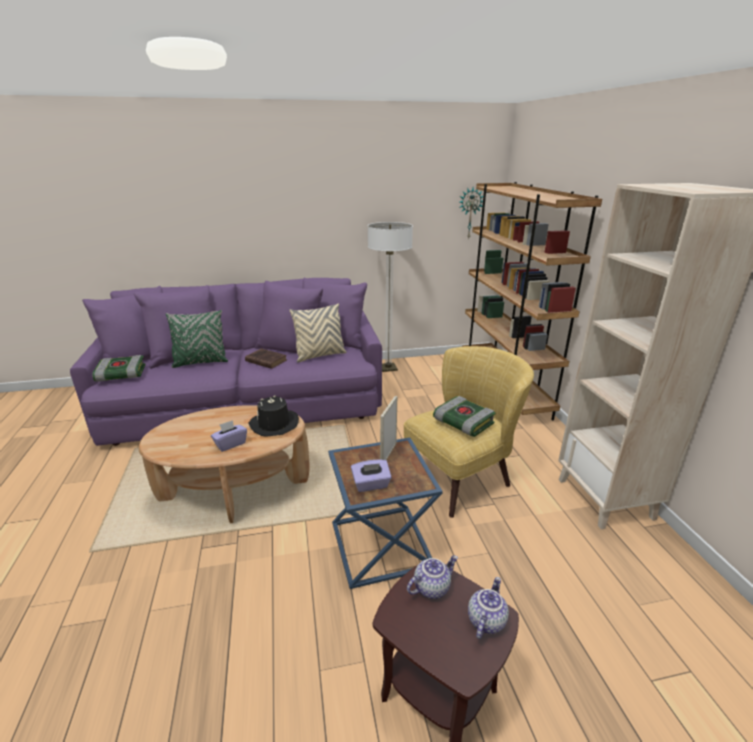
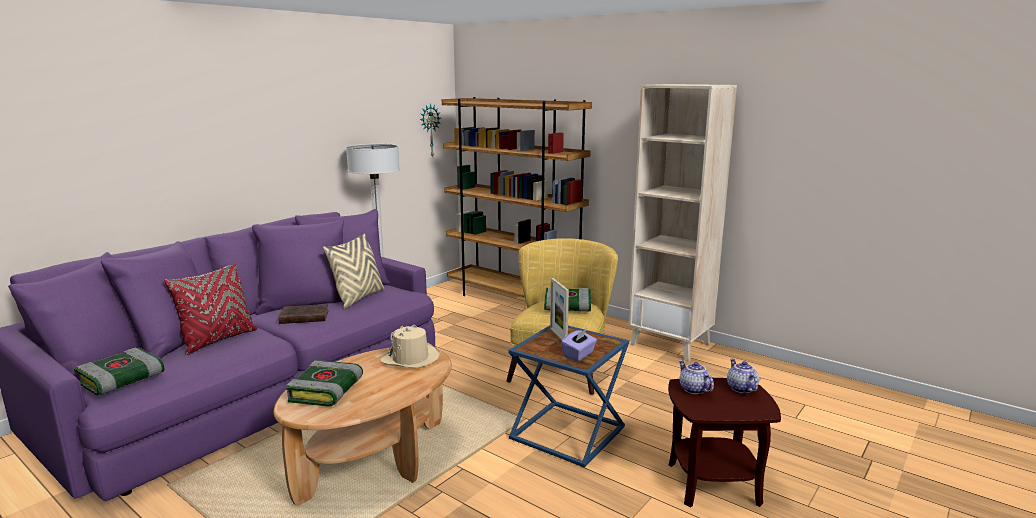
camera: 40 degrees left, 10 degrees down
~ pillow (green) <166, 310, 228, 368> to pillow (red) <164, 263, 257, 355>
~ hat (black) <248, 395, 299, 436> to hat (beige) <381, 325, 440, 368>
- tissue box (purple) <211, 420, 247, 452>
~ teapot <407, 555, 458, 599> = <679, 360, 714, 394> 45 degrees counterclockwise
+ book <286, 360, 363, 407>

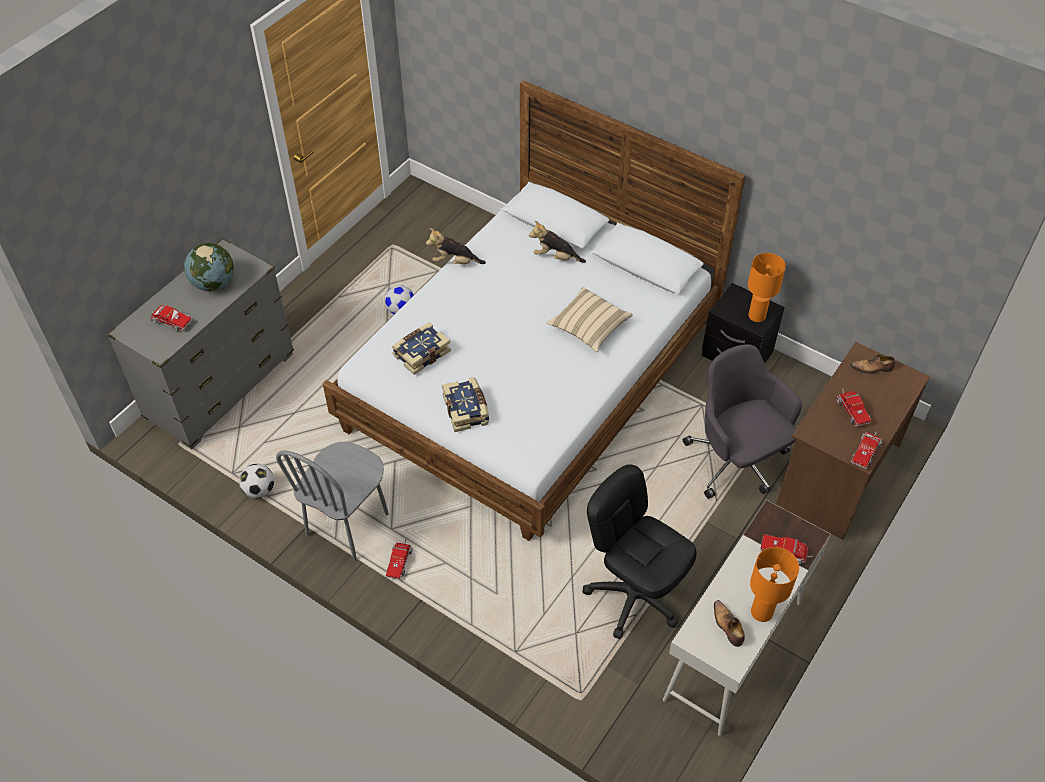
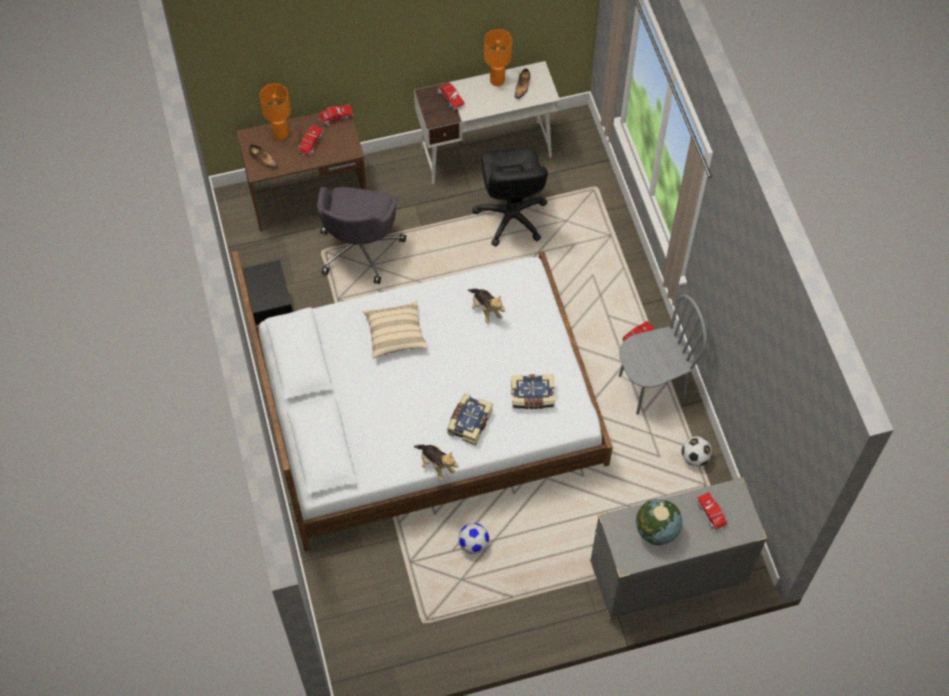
camera: 140 degrees left, 10 degrees up
~ plush toy <529, 221, 586, 263> to <468, 289, 505, 323>
~ table lamp (orange) <748, 253, 786, 322> to <260, 83, 291, 140>
~ book <442, 377, 489, 432> to <447, 393, 493, 445>

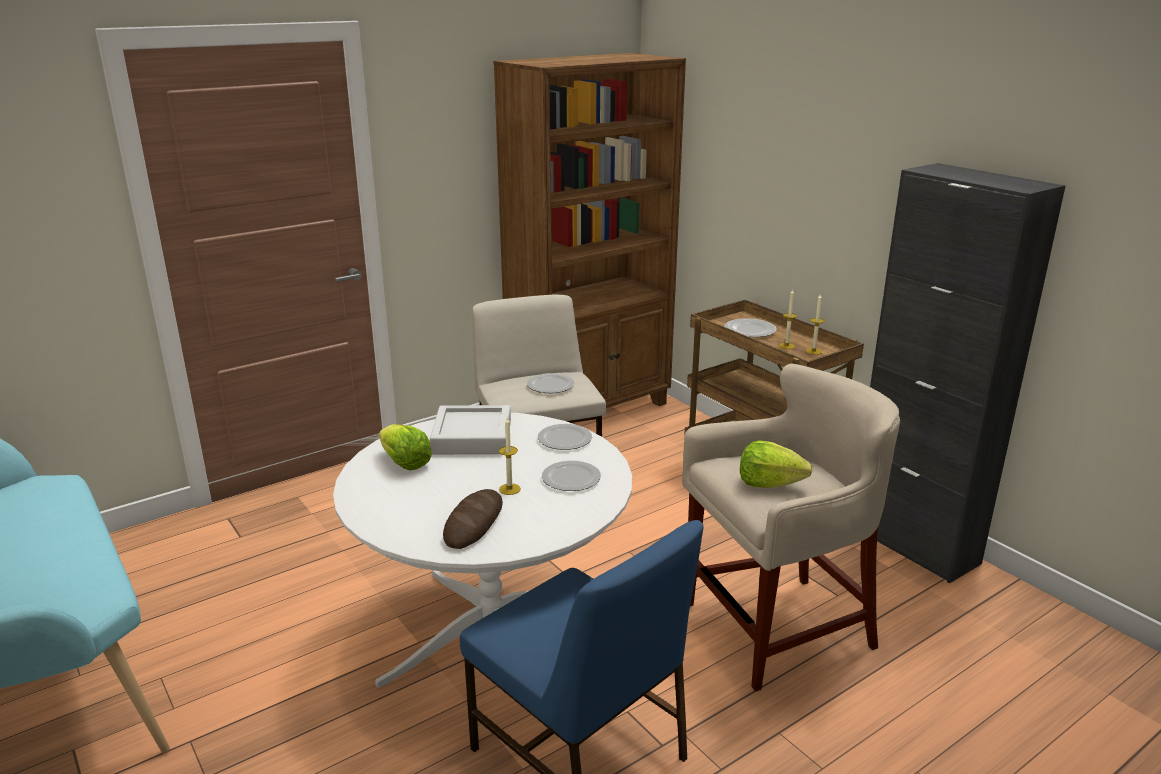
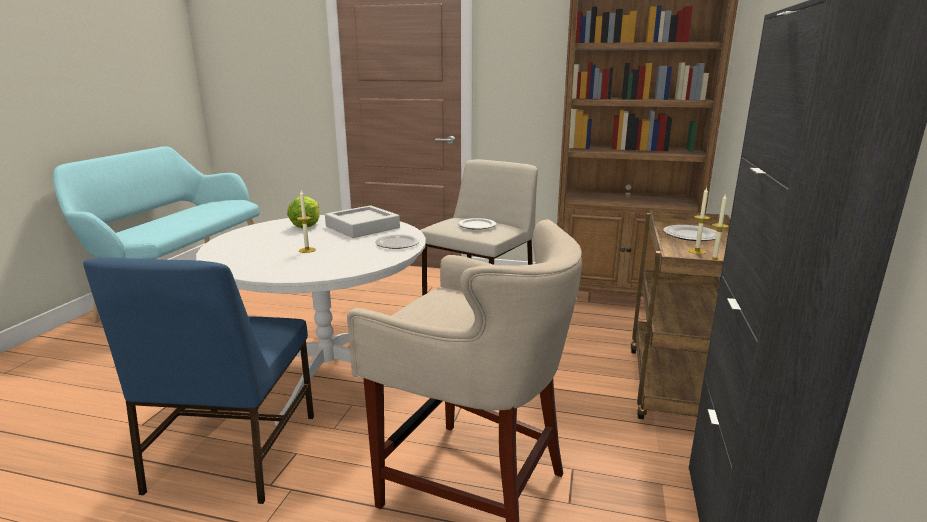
camera: 50 degrees right, 5 degrees down
- lettuce <740, 441, 813, 488>
- plate <542, 461, 601, 491>
- bread <443, 489, 503, 549>

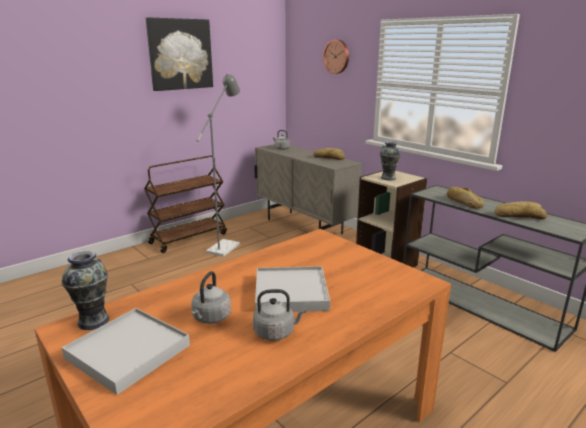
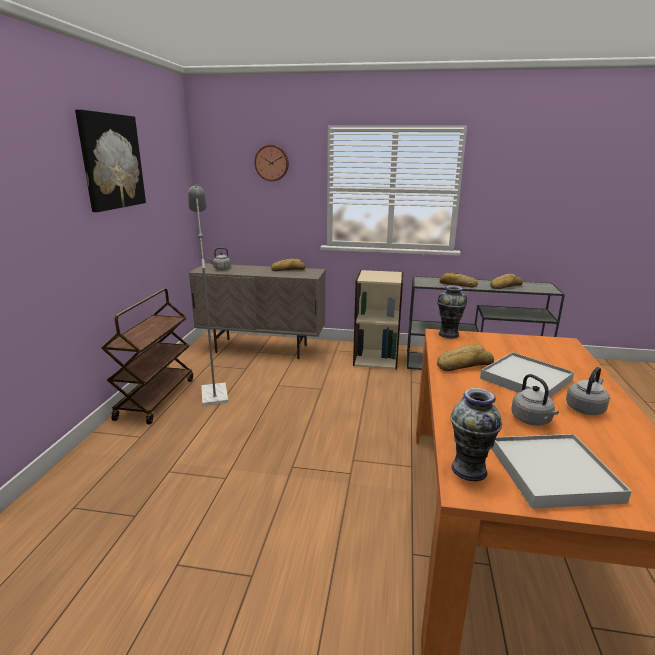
camera: 40 degrees left, 0 degrees up
~ vase <380, 141, 401, 180> to <437, 285, 467, 338>
+ bread <437, 344, 494, 371>

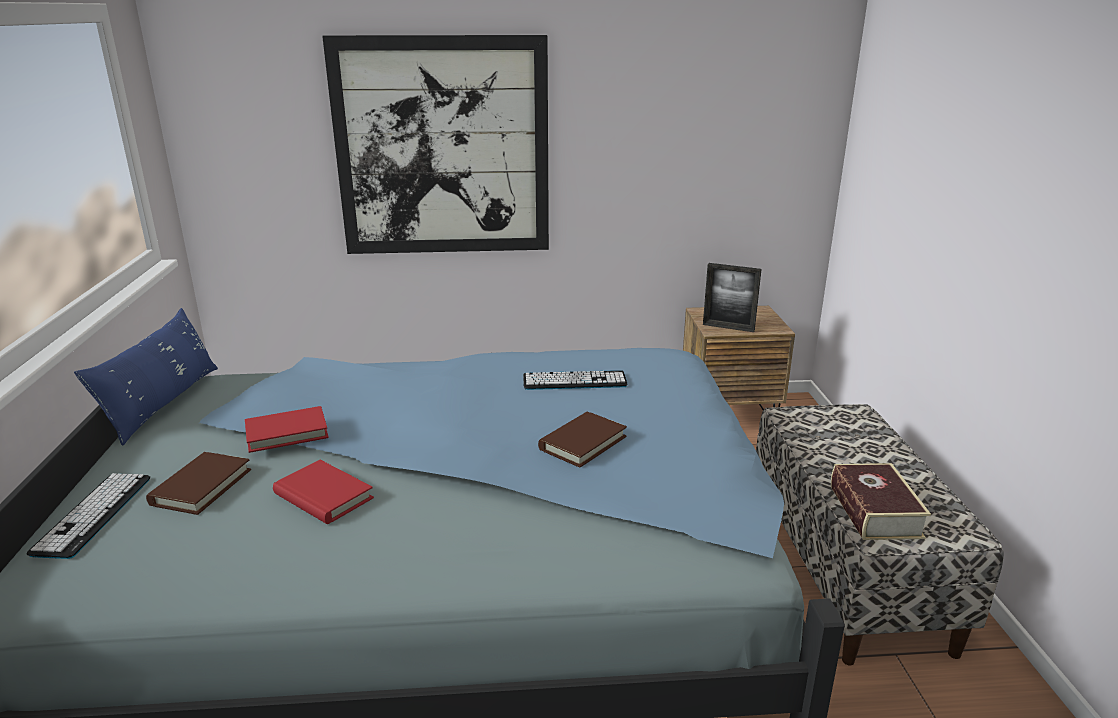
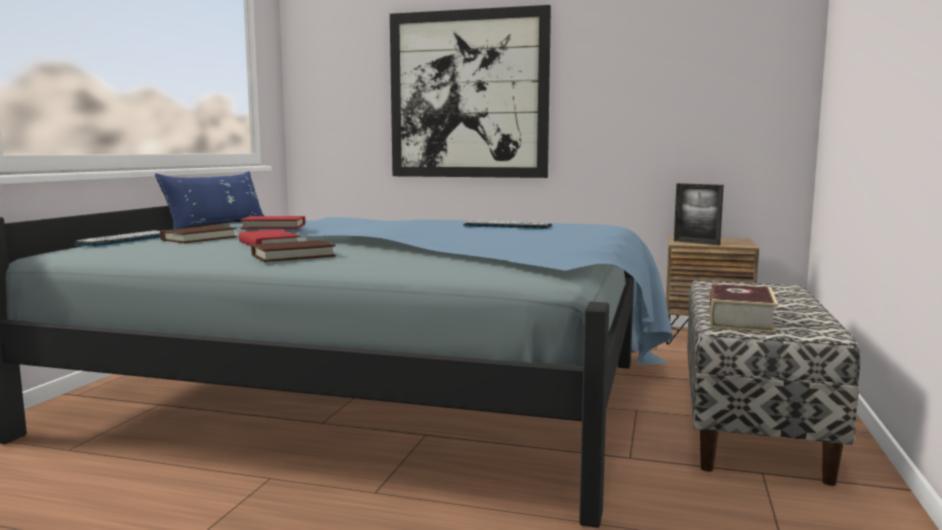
camera: 20 degrees right, 15 degrees down
~ book (brown) <538, 412, 627, 468> to <251, 240, 336, 262>

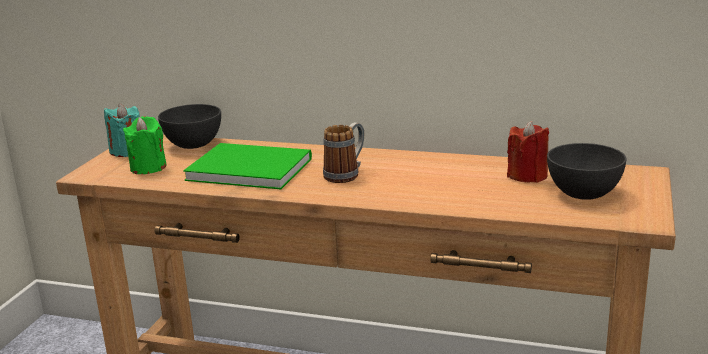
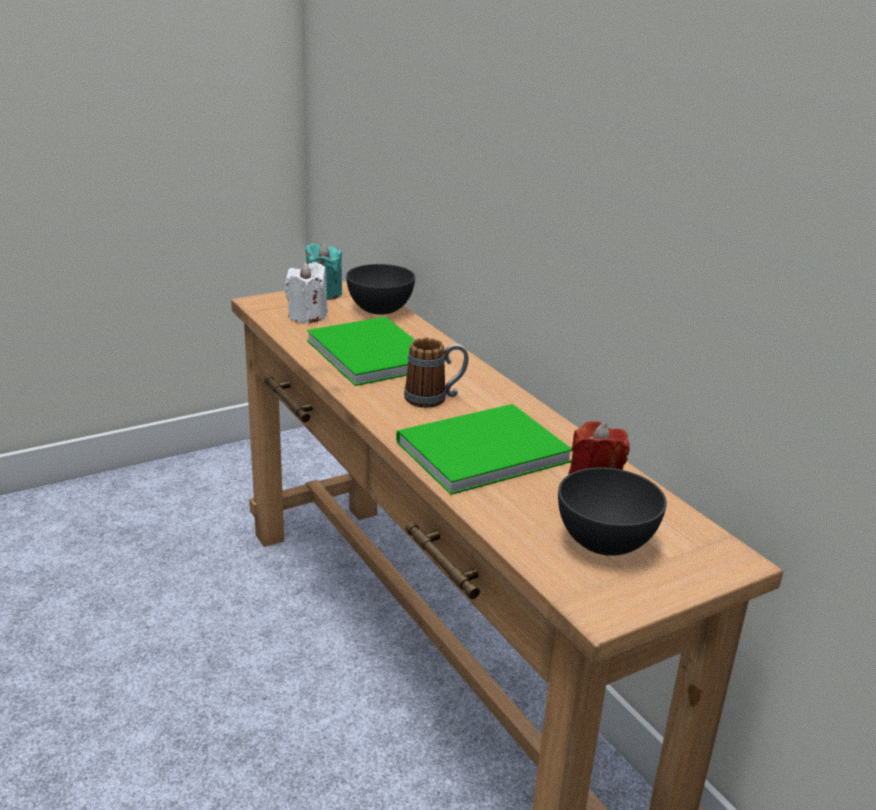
camera: 40 degrees right, 5 degrees up
~ candle (green) <123, 116, 167, 174> to candle (white) <285, 262, 328, 324>
+ book (green) <396, 404, 572, 495>

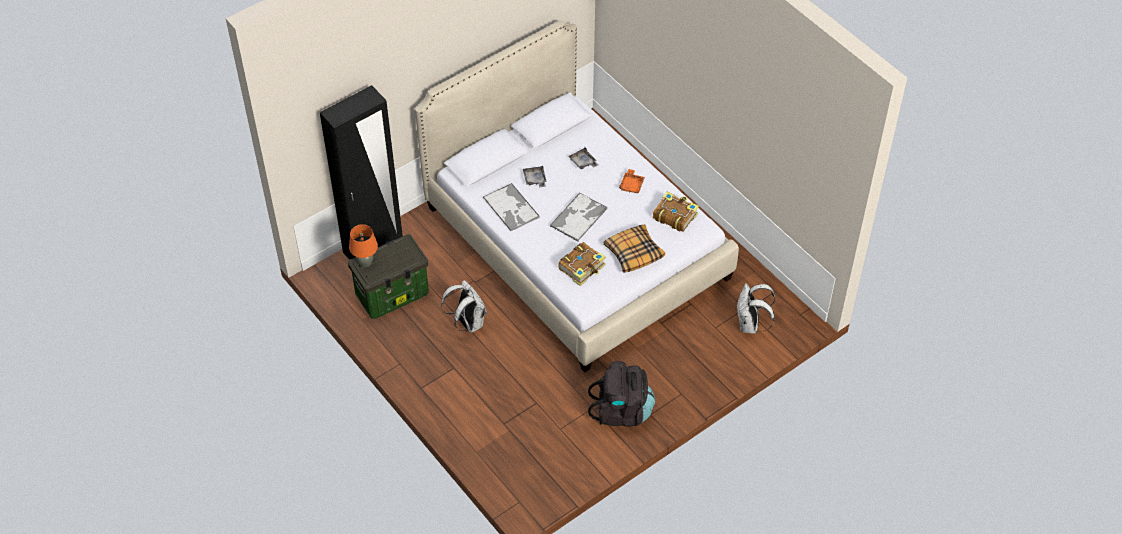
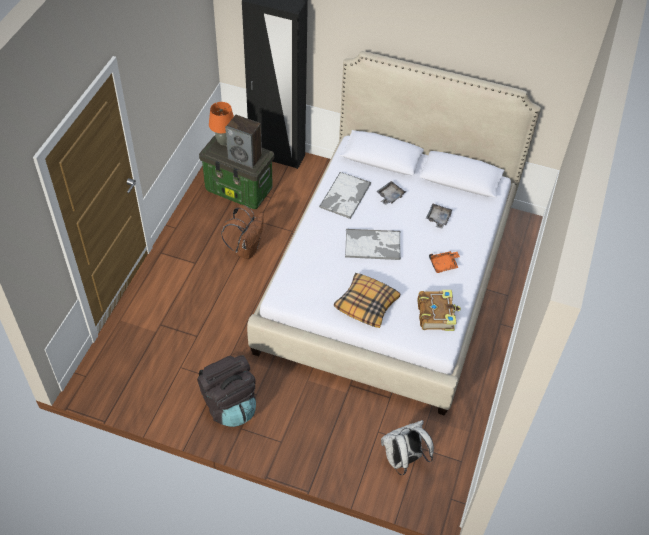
camera: 55 degrees right, 0 degrees up
- book <559, 242, 606, 286>
~ backpack (white) <441, 280, 487, 333> to backpack (brown) <221, 205, 264, 259>
+ speaker <225, 115, 262, 169>

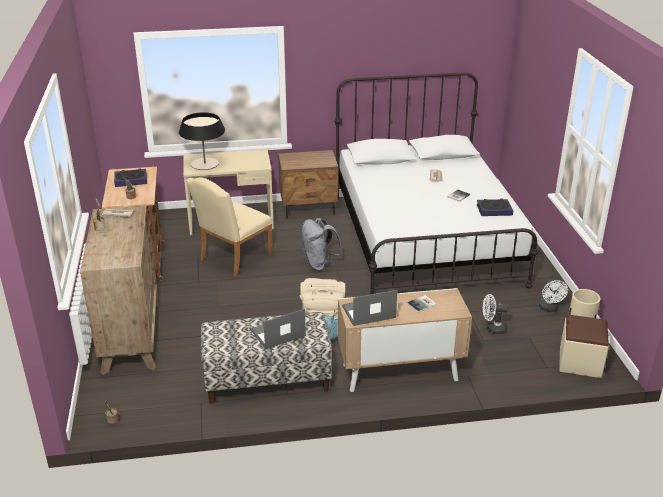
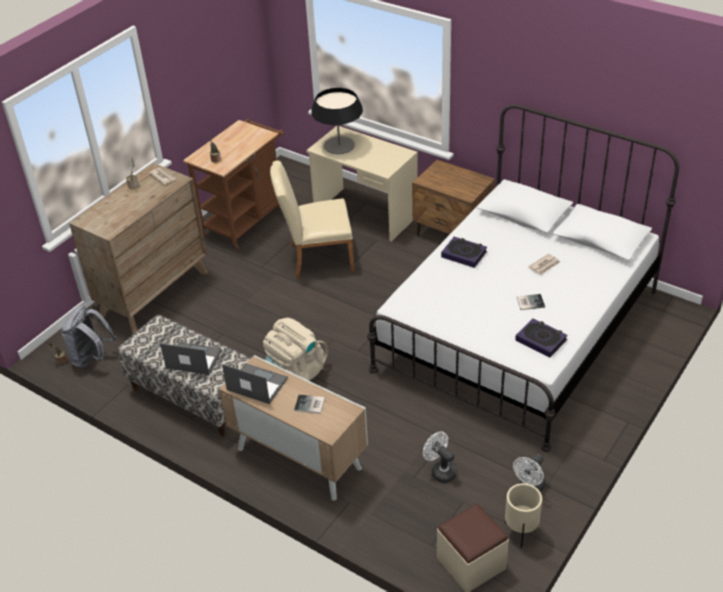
camera: 45 degrees right, 10 degrees up
~ book <114, 168, 147, 187> to <441, 237, 487, 268>
~ backpack (grey) <301, 218, 343, 271> to <61, 305, 117, 368>

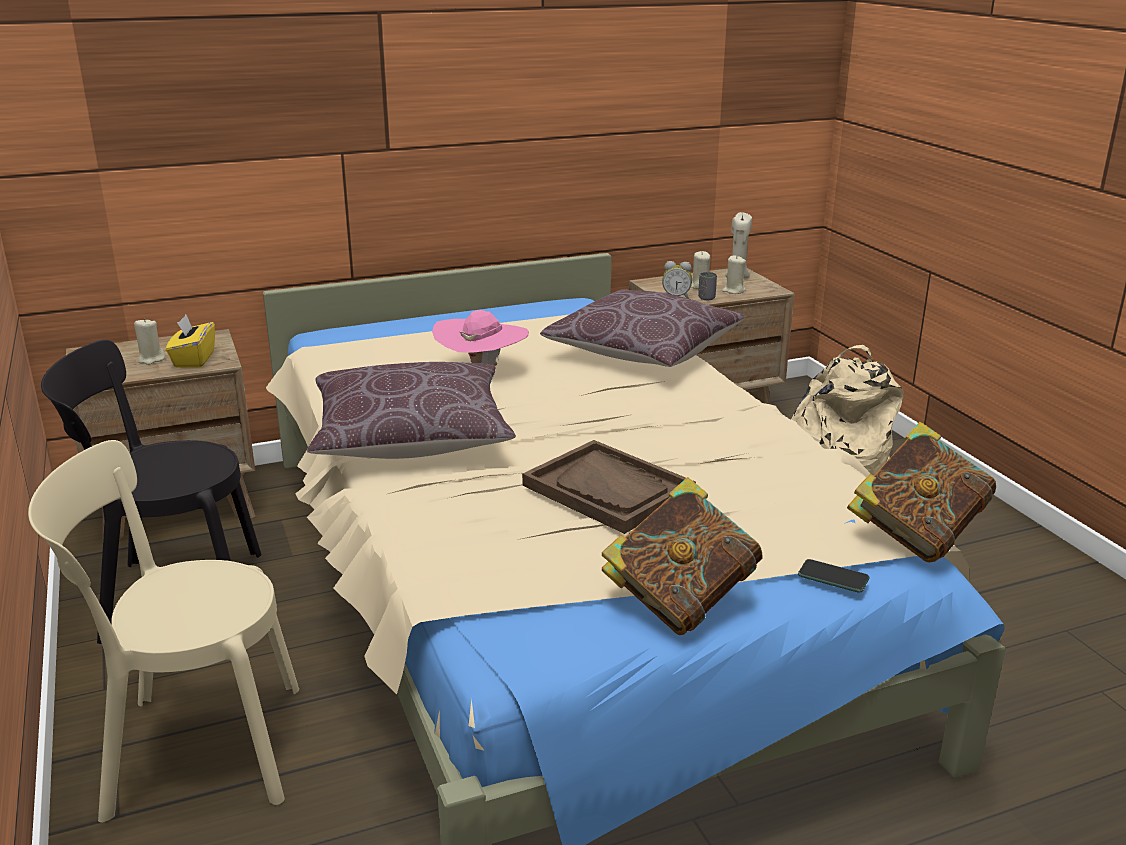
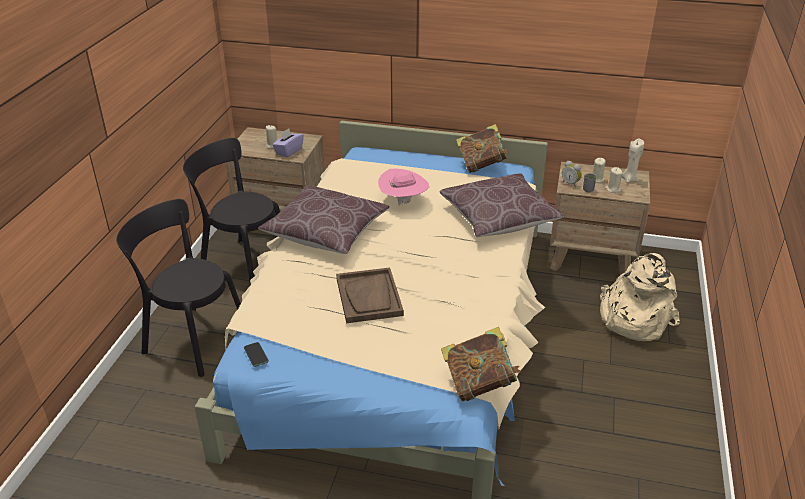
camera: 35 degrees right, 10 degrees up
~ tissue box (yellow) <166, 315, 215, 367> to tissue box (purple) <272, 128, 304, 157>
~ chair (beige) <28, 440, 299, 823> to chair (black) <116, 199, 241, 377>
~ book <602, 477, 763, 635> to <456, 124, 510, 173>
~ phone <798, 559, 869, 593> to <244, 342, 269, 367>

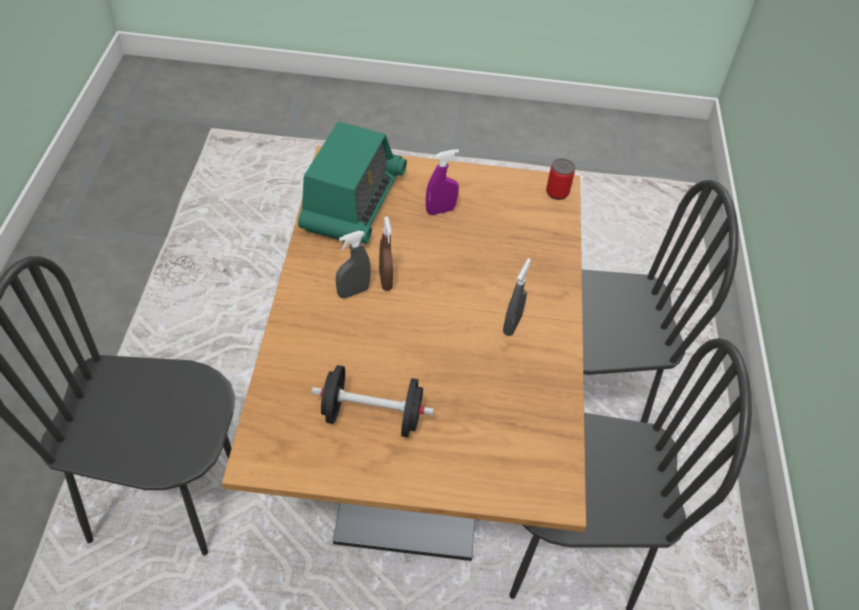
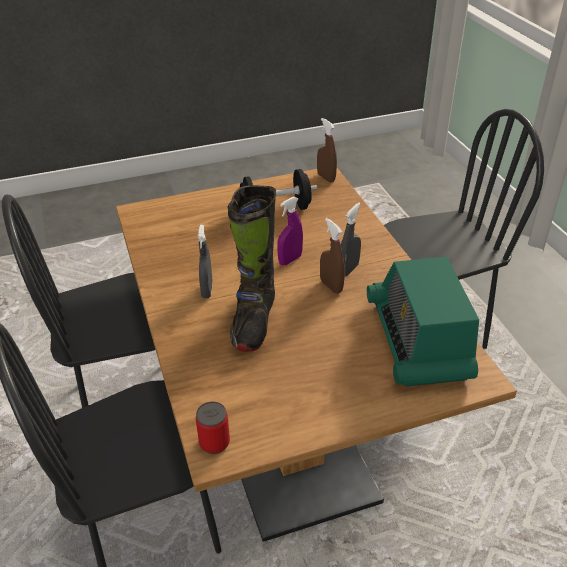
camera: 160 degrees right, 10 degrees down
~ spray bottle (purple) <426, 149, 459, 215> to <277, 197, 303, 266>
+ spray bottle (brown) <317, 118, 337, 182>
+ boot (black) <228, 185, 276, 352>

